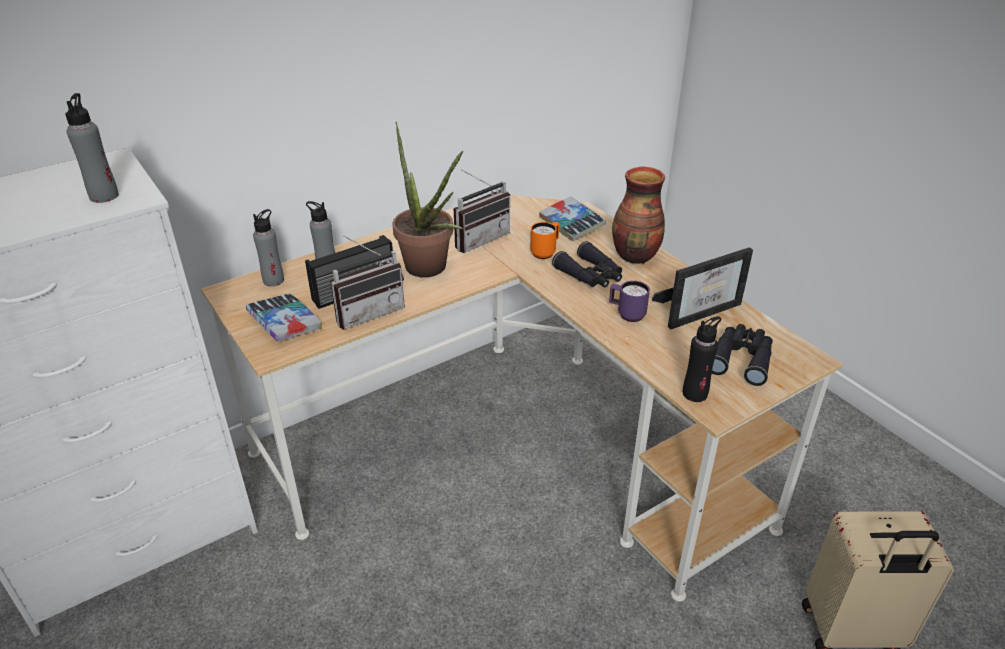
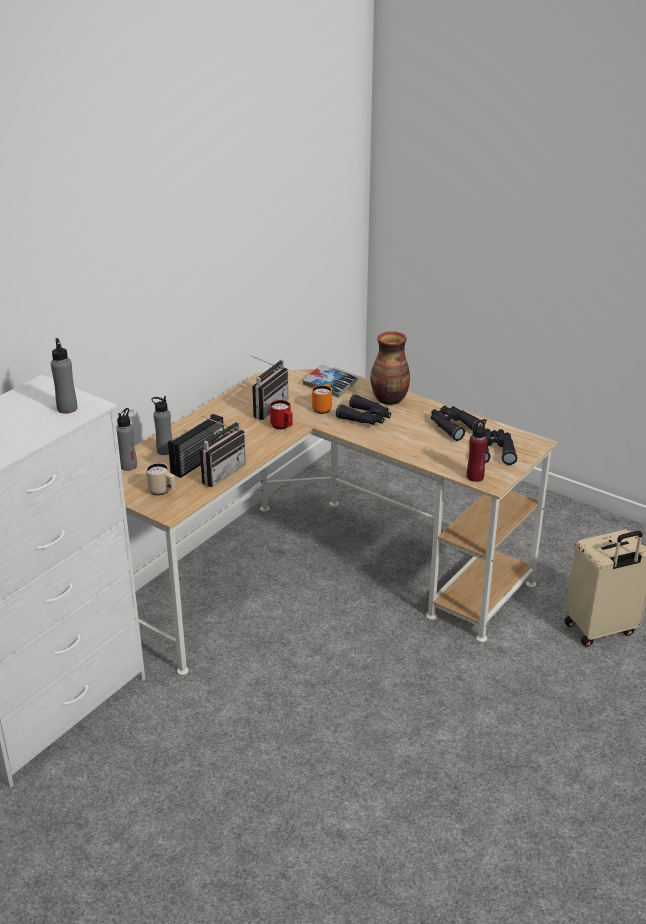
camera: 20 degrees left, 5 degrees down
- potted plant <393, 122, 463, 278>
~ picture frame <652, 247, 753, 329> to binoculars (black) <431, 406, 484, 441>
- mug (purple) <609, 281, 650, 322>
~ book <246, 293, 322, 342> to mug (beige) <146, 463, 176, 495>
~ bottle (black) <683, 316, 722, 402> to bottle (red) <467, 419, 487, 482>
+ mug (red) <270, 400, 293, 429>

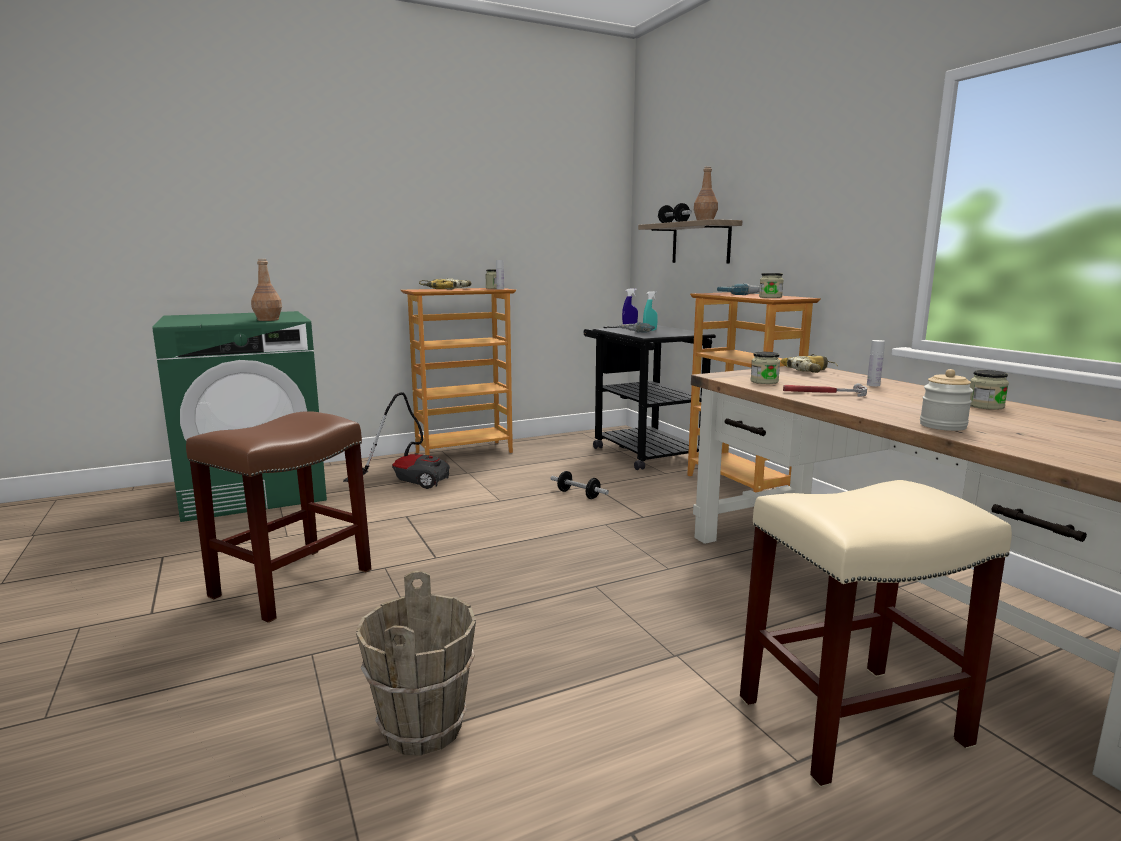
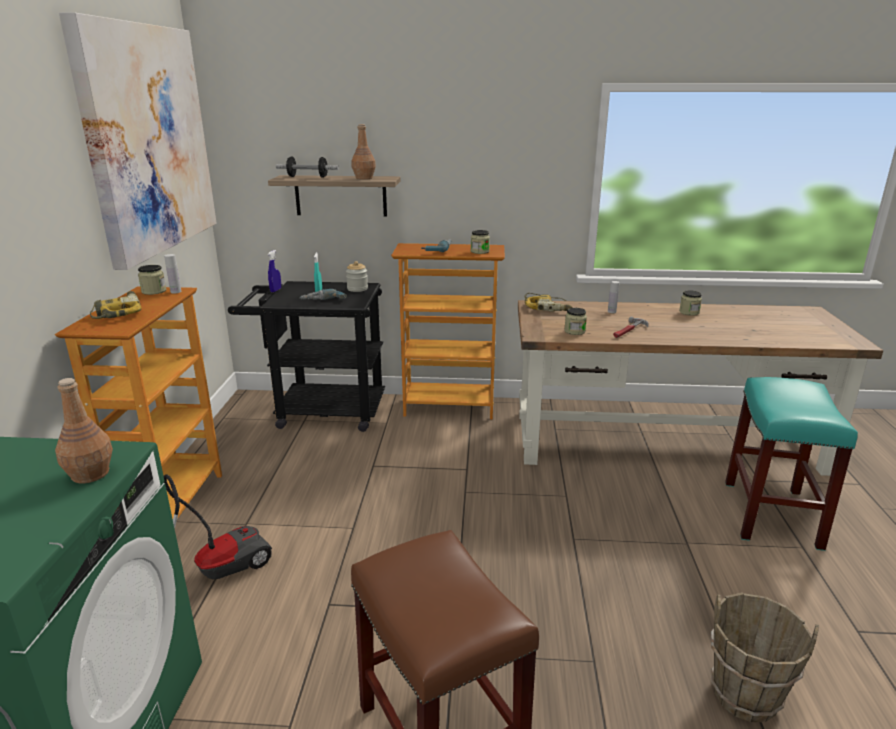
camera: 60 degrees left, 10 degrees up
~ jar <920, 369, 973, 431> to <346, 261, 368, 292>
- dumbbell <551, 471, 609, 499>
~ stool (beige) <740, 480, 1012, 787> to stool (turquoise) <725, 377, 858, 551>
+ picture <59, 12, 217, 270>

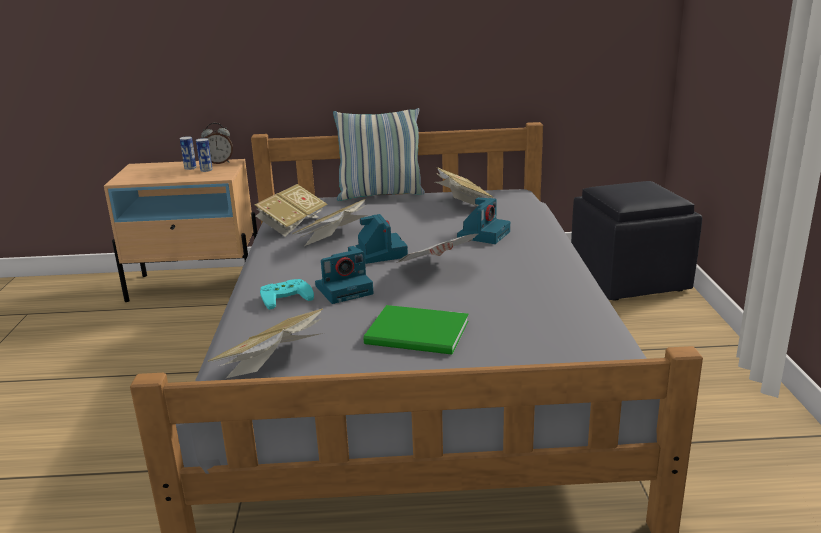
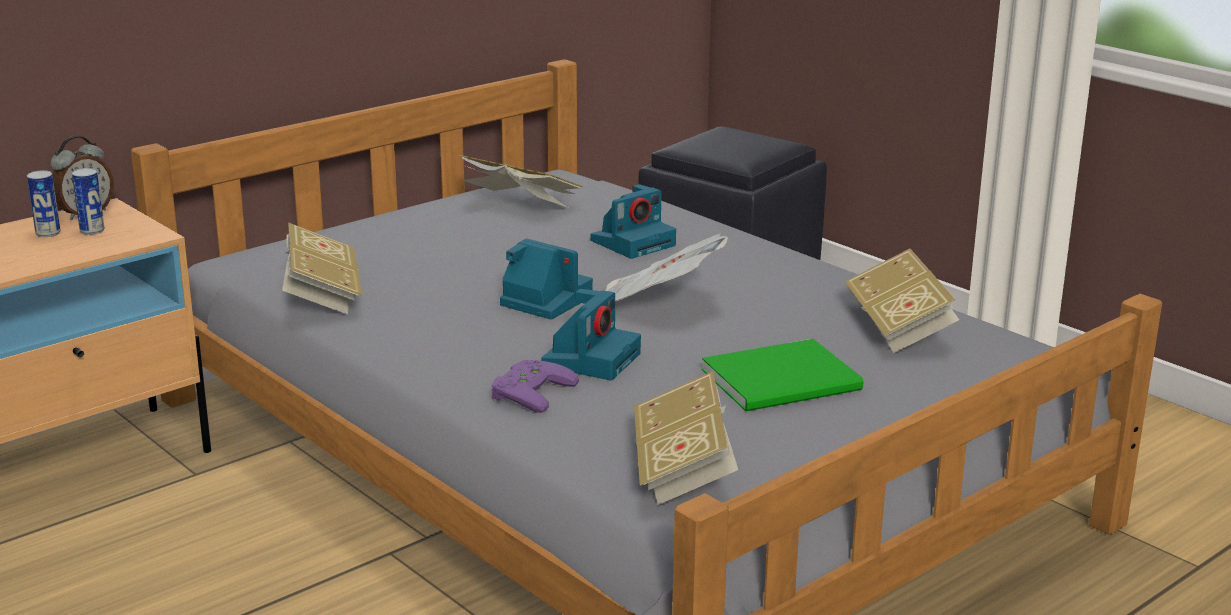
camera: 40 degrees left, 0 degrees up
- pillow <333, 108, 425, 201>
~ photo camera <457, 198, 510, 244> = <591, 184, 676, 259> 60 degrees clockwise
~ book <292, 199, 368, 246> to <845, 248, 959, 353>
~ game controller (turquoise) <260, 279, 314, 310> to game controller (purple) <491, 360, 579, 413>

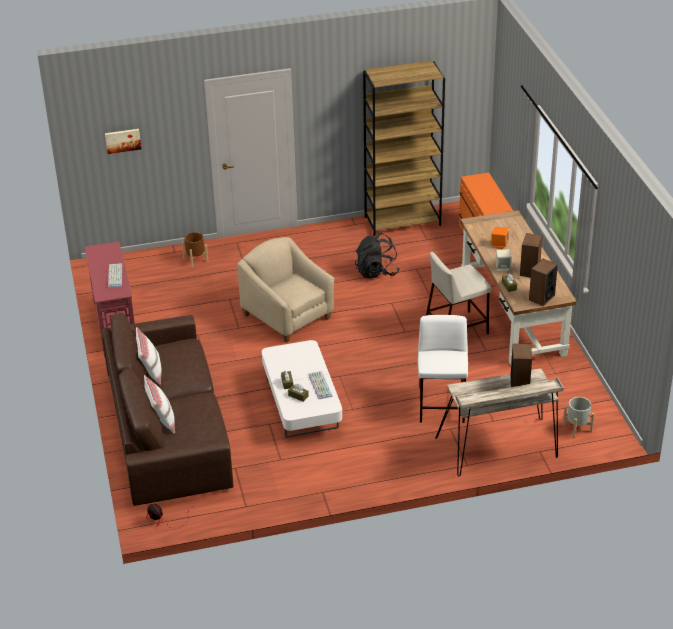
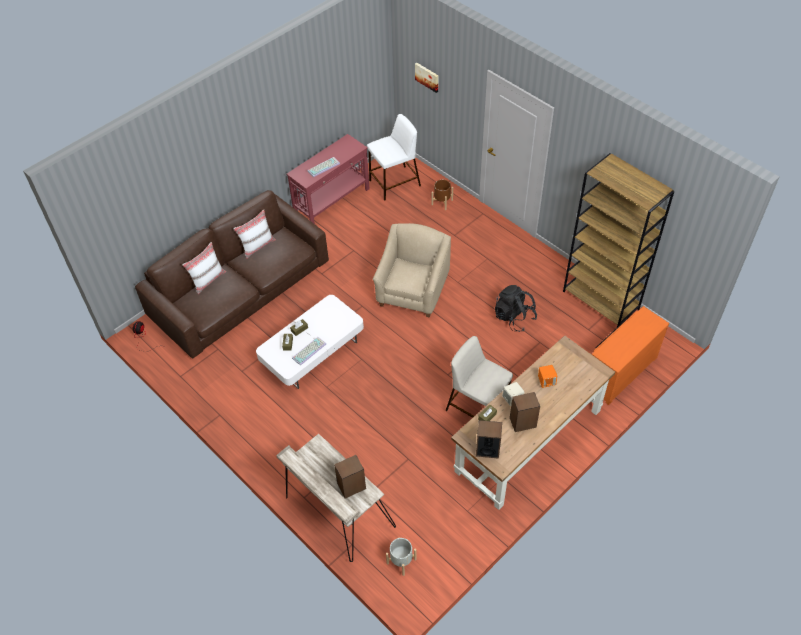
camera: 60 degrees right, 15 degrees up
~ stool (white) <418, 315, 468, 423> to <367, 114, 421, 201>

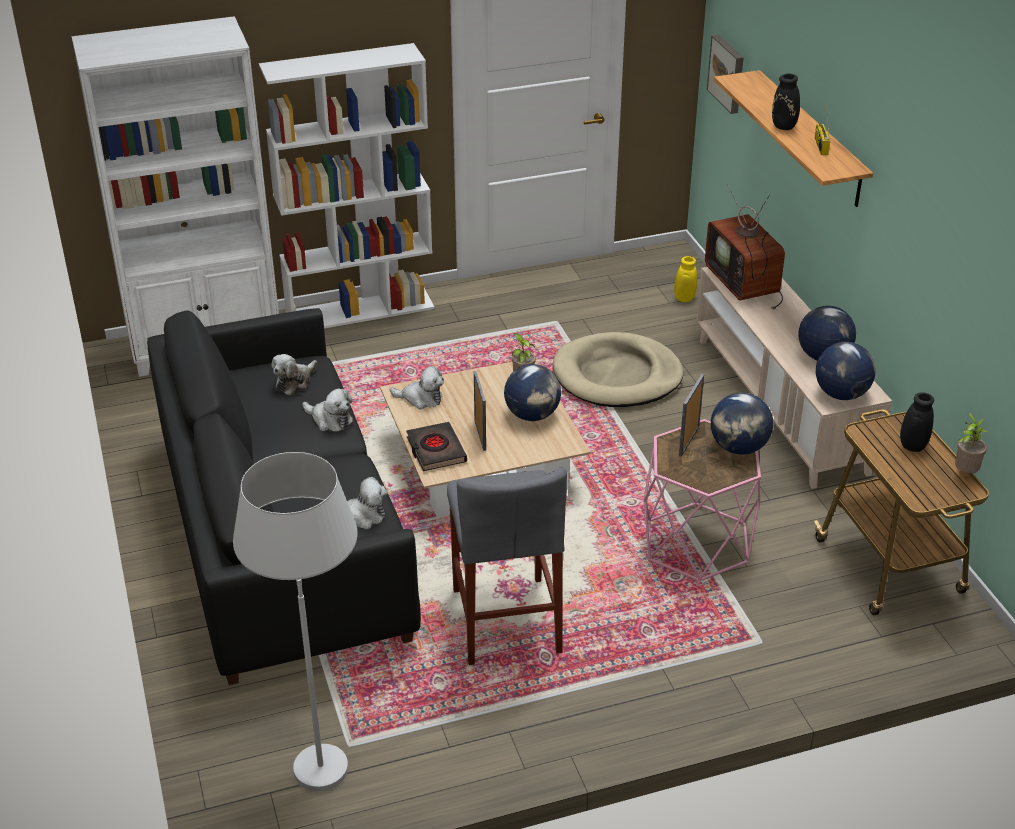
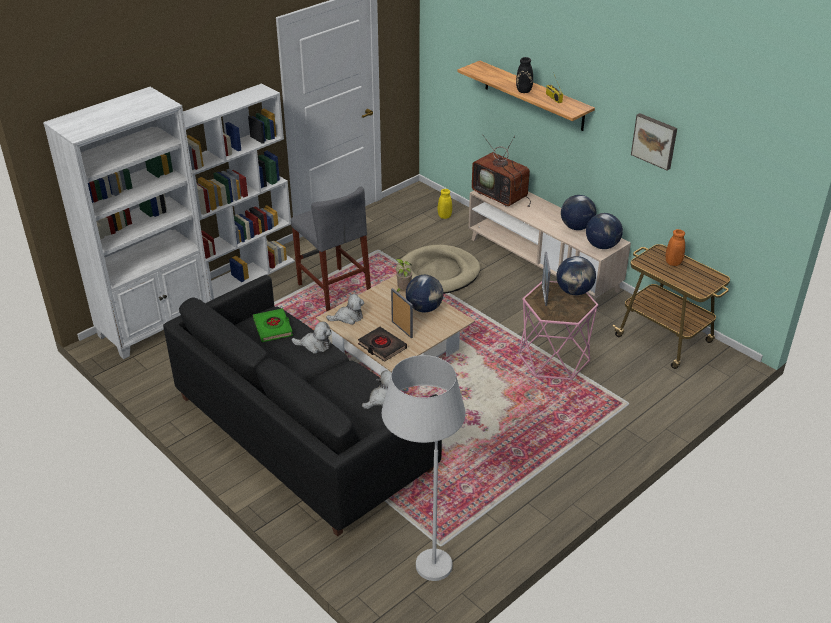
camera: 25 degrees left, 0 degrees up
~ picture <707, 34, 744, 114> to <631, 113, 677, 170>
~ plush toy <272, 354, 317, 396> to book (green) <253, 308, 293, 342>
~ vase (black) <900, 392, 934, 452> to vase (orange) <665, 229, 685, 266>
- potted plant <955, 413, 988, 473>
~ stool (grey) <447, 468, 567, 665> to <291, 187, 371, 312>

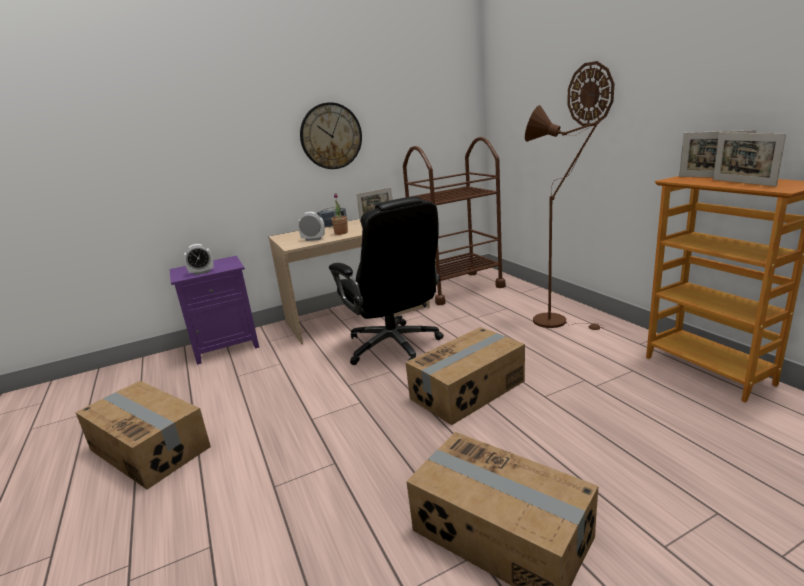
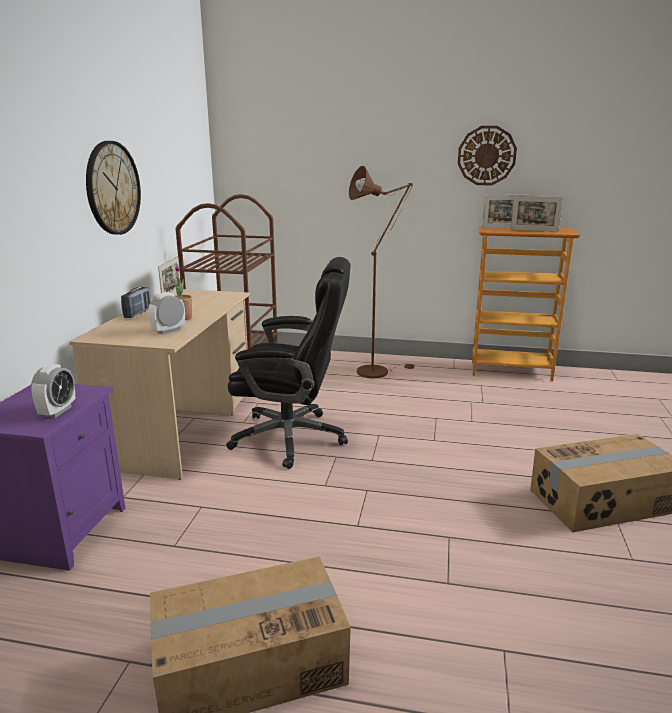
camera: 55 degrees left, 0 degrees up
~ wall clock <567, 61, 615, 126> to <458, 126, 517, 185>
- cardboard box <405, 327, 525, 425>

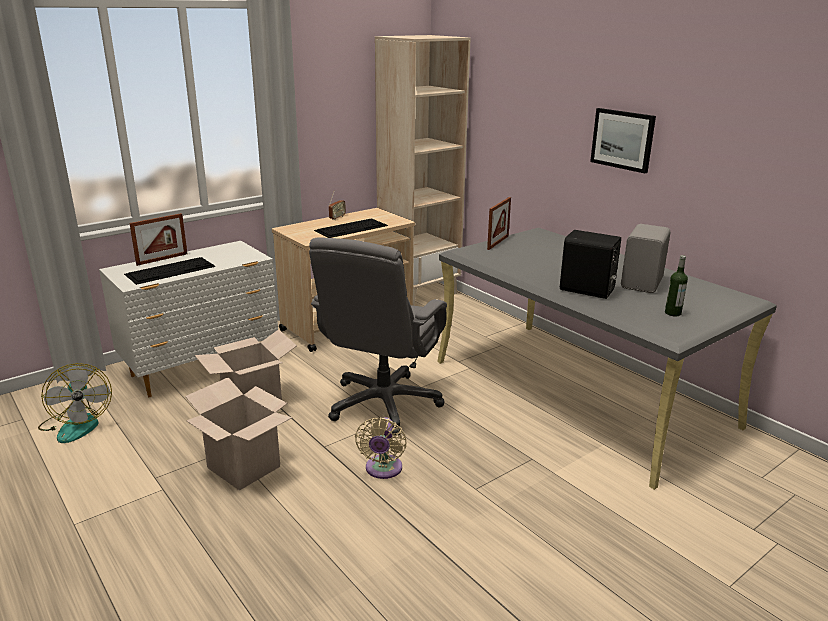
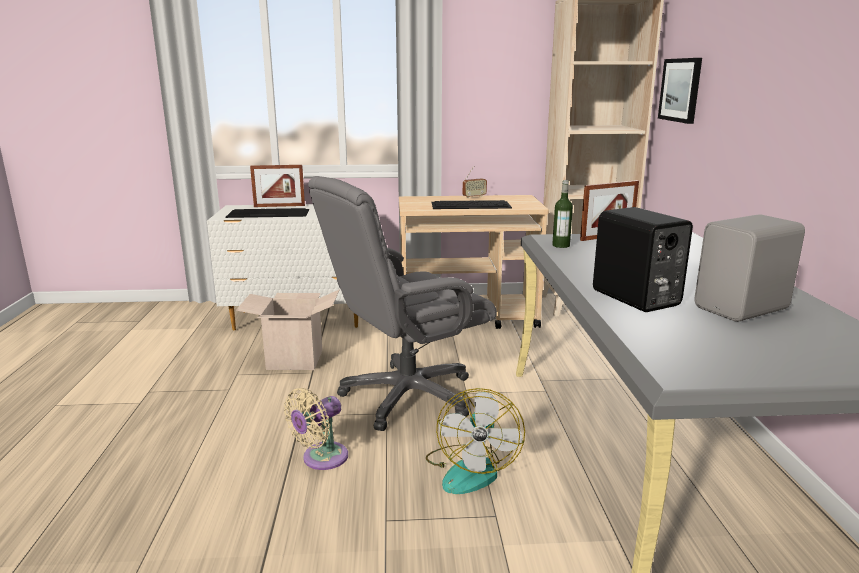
camera: 35 degrees right, 5 degrees down
~ picture <590, 108, 656, 174> to <658, 58, 702, 124>
~ bottle <665, 255, 688, 316> to <552, 180, 573, 248>
~ fan <38, 363, 112, 443> to <426, 388, 525, 494>
- cardboard box <185, 377, 292, 491>

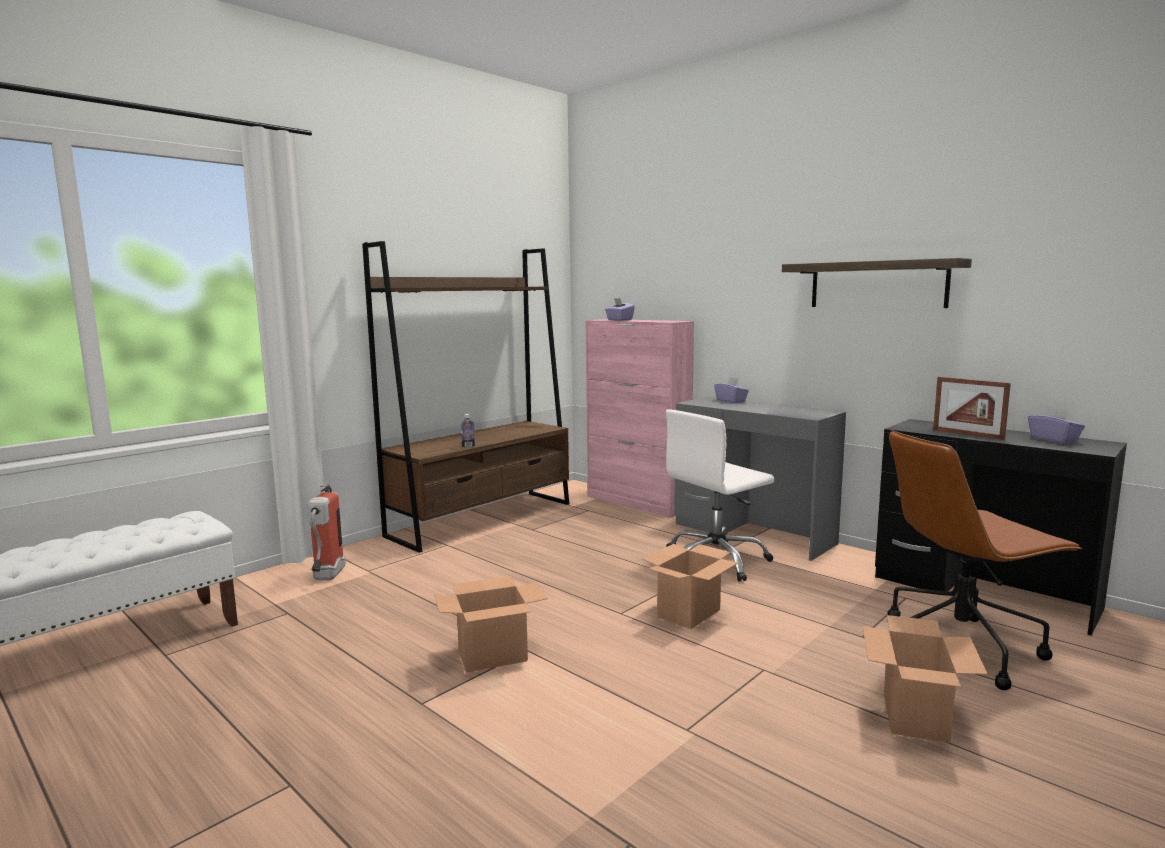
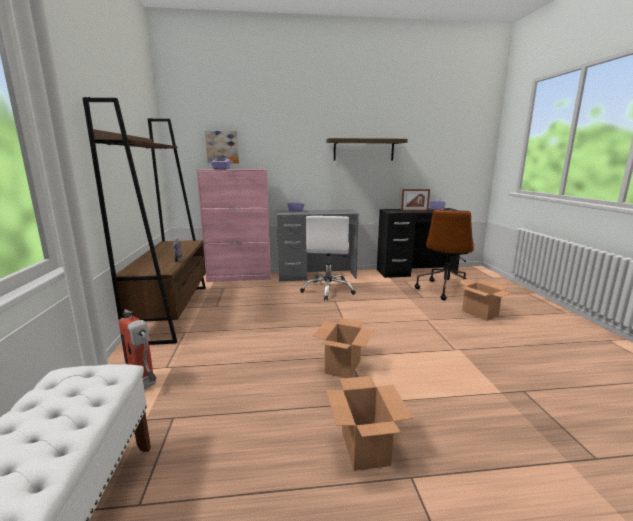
camera: 50 degrees left, 5 degrees up
~ cardboard box <643, 544, 738, 629> to <326, 376, 413, 471>
+ picture <205, 131, 239, 163>

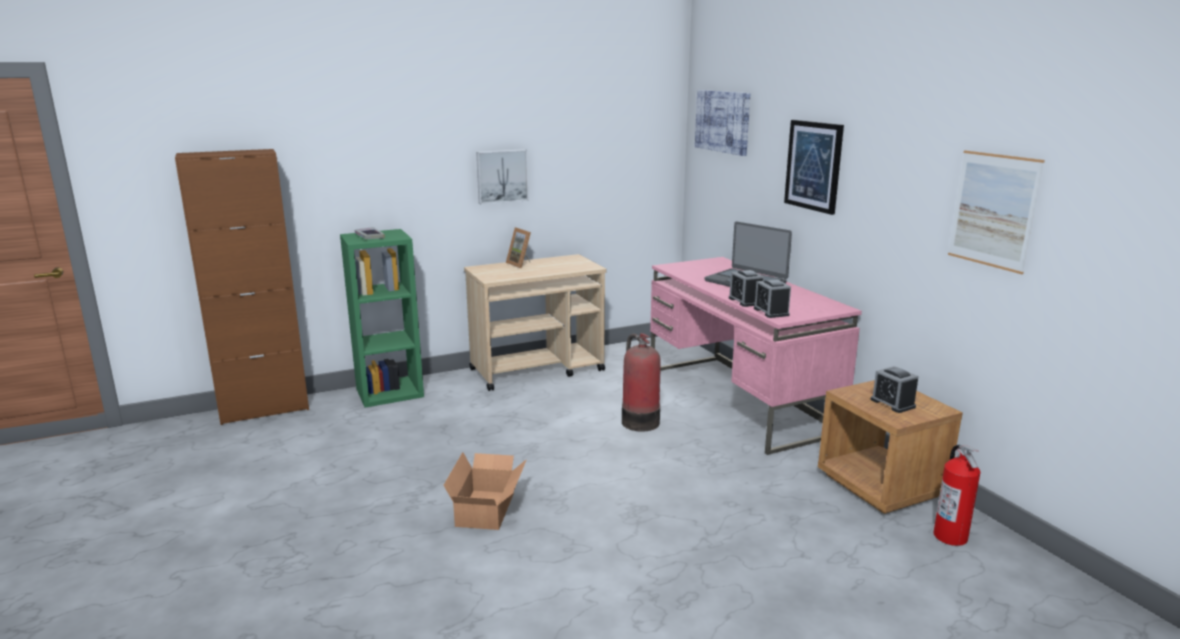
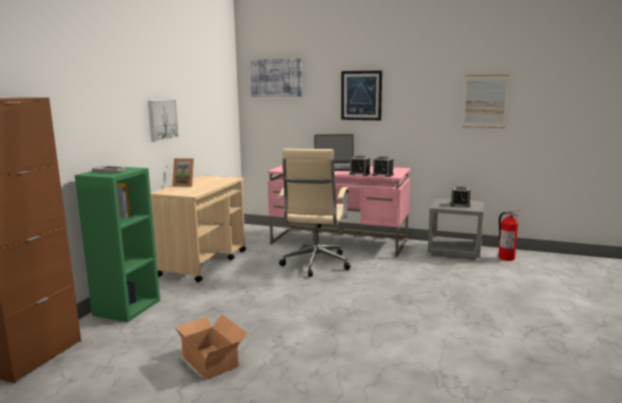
camera: 45 degrees left, 5 degrees down
~ fire extinguisher <622, 333, 661, 431> to office chair (beige) <278, 148, 351, 277>
~ nightstand (brown) <818, 380, 963, 514> to nightstand (grey) <428, 198, 484, 260>
~ cardboard box <444, 452, 527, 530> to <174, 314, 247, 380>

